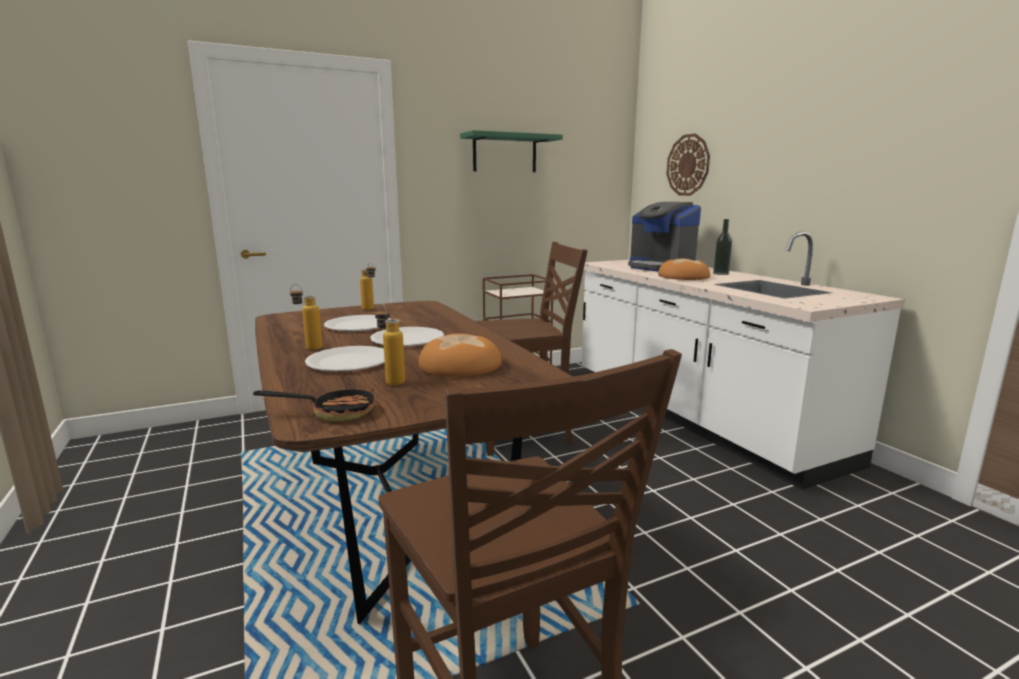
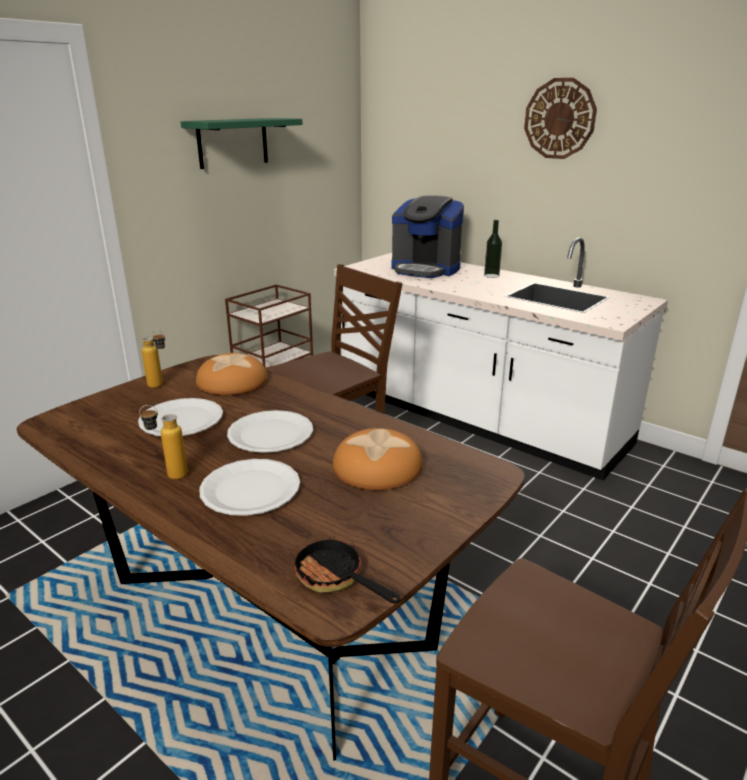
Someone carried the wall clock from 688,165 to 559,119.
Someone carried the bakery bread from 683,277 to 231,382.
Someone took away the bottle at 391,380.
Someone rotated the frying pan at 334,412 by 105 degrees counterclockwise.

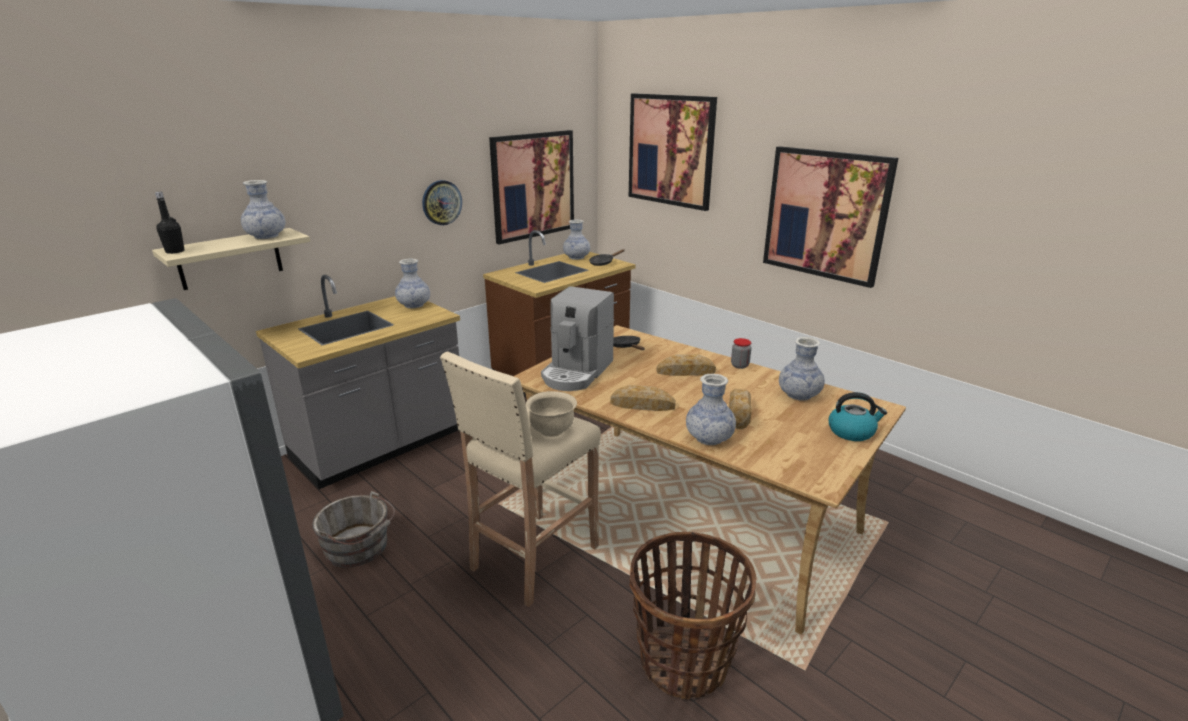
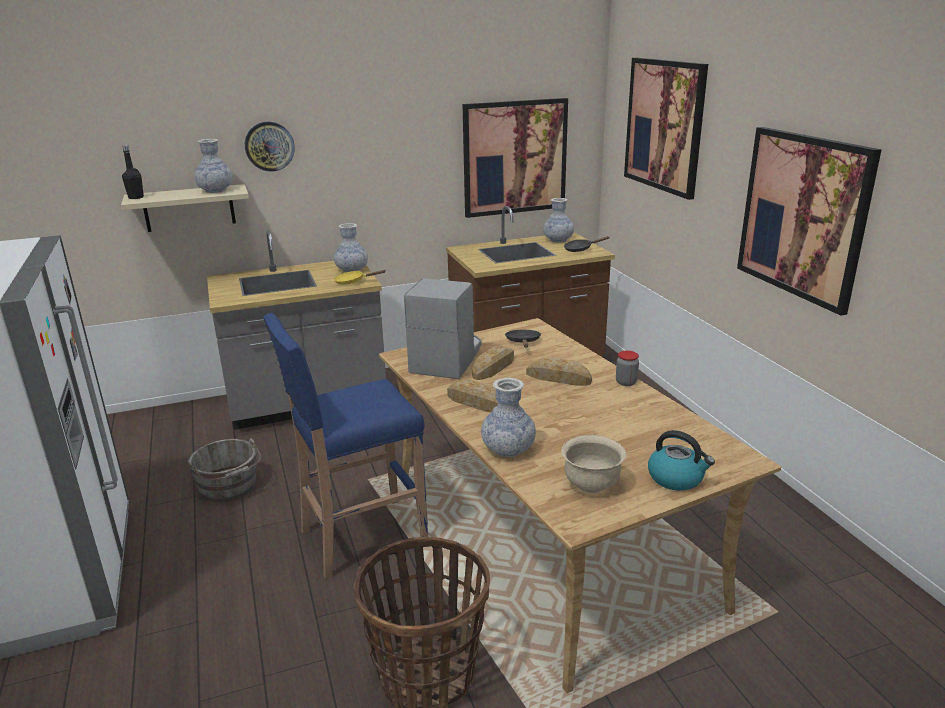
Someone carried the wall clock from 441,202 to 269,146.
Someone rotated the coffee brewer at 576,372 by 150 degrees clockwise.
Someone took away the decorative vase at 799,395.
Someone repainted the sitting stool/beige at 532,559, which became the sitting stool/bluish at 360,538.
Someone carried the bakery bread from 739,412 to 494,367.
Someone carried the deep dish/beige from 552,430 to 591,484.
Someone put down the frying pan/yellow at 353,282.

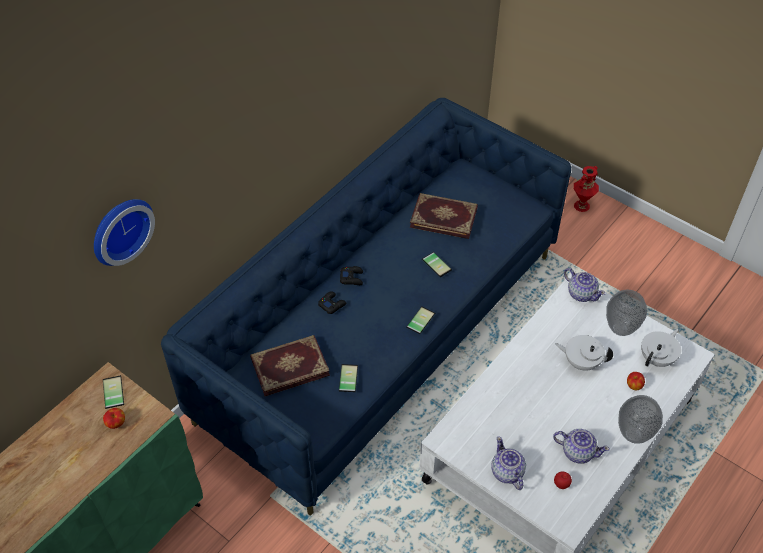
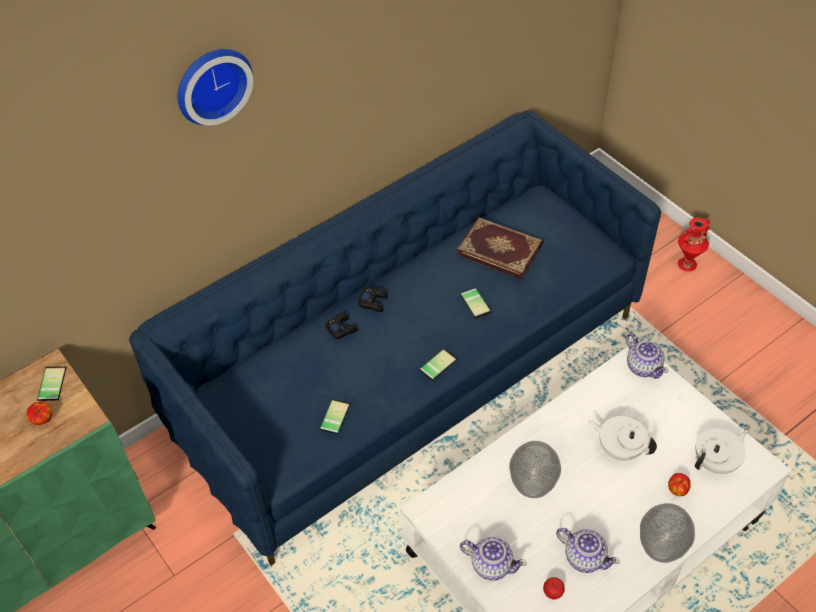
Someone carried the wall clock from 119,229 to 211,83.
Someone carried the decorative vase from 619,329 to 531,487.
Someone took away the book at 289,366.
Someone rotated the teapot at 507,472 by 120 degrees clockwise.

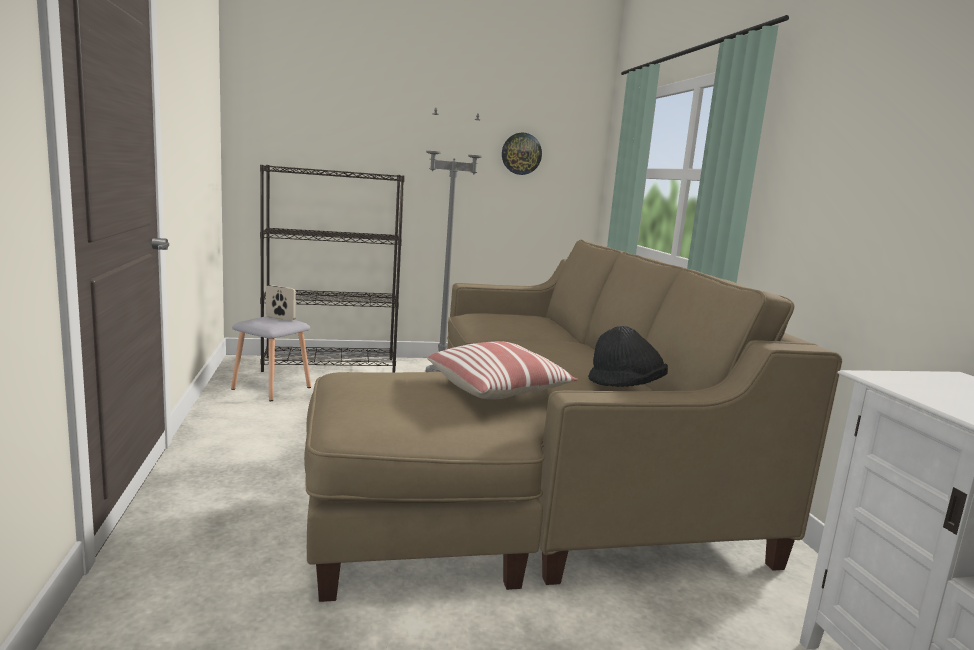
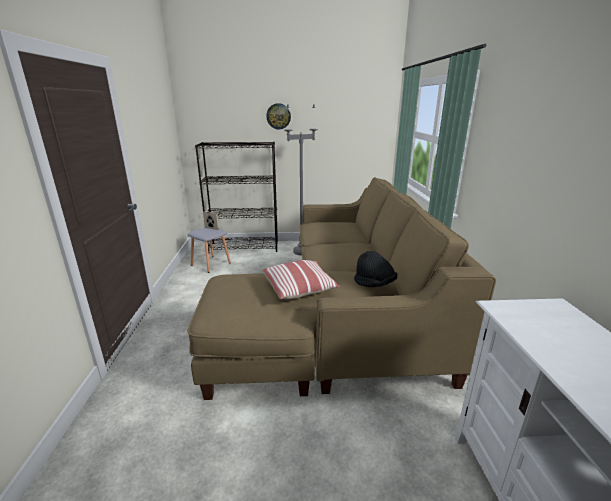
Someone carried the wall clock from 521,153 to 278,116.

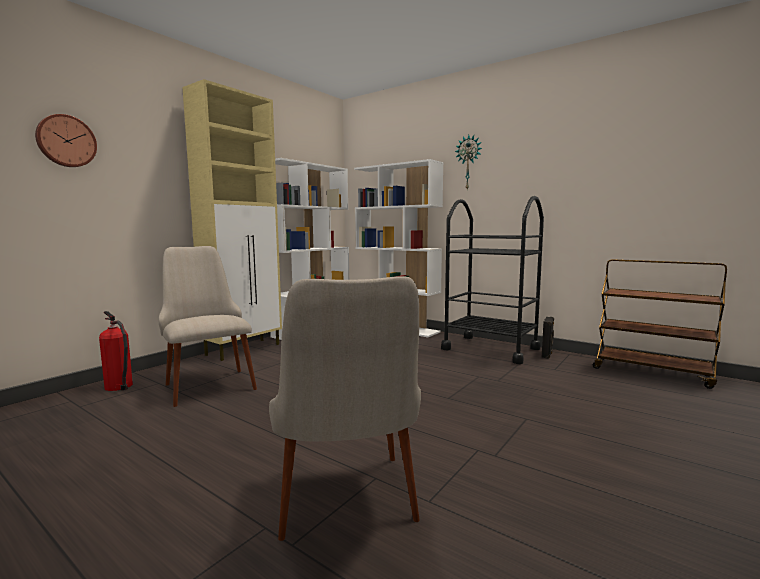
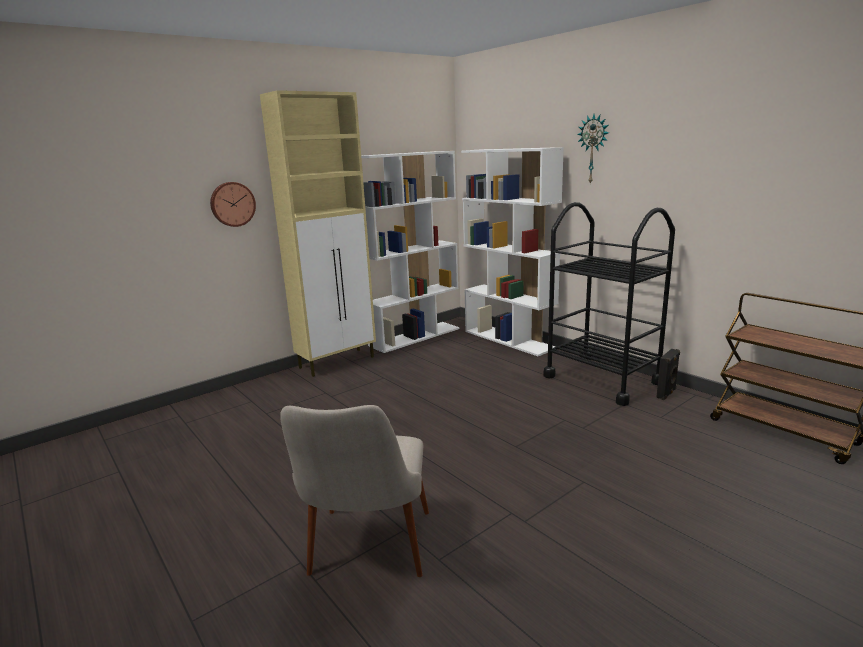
Someone carried the wall clock from 66,141 to 232,204.
Someone took away the plain chair/beige at 207,382.
Someone took away the fire extinguisher at 120,386.

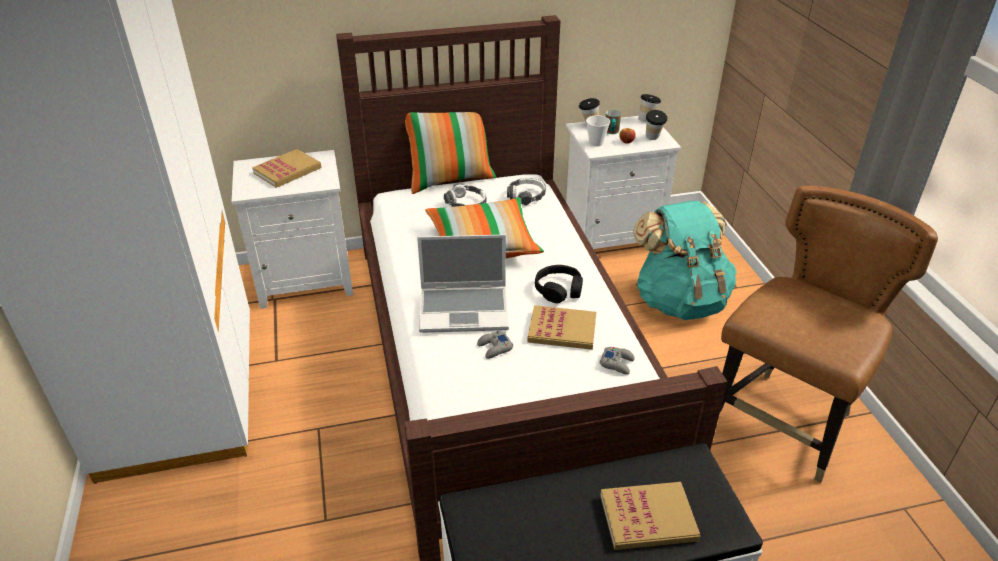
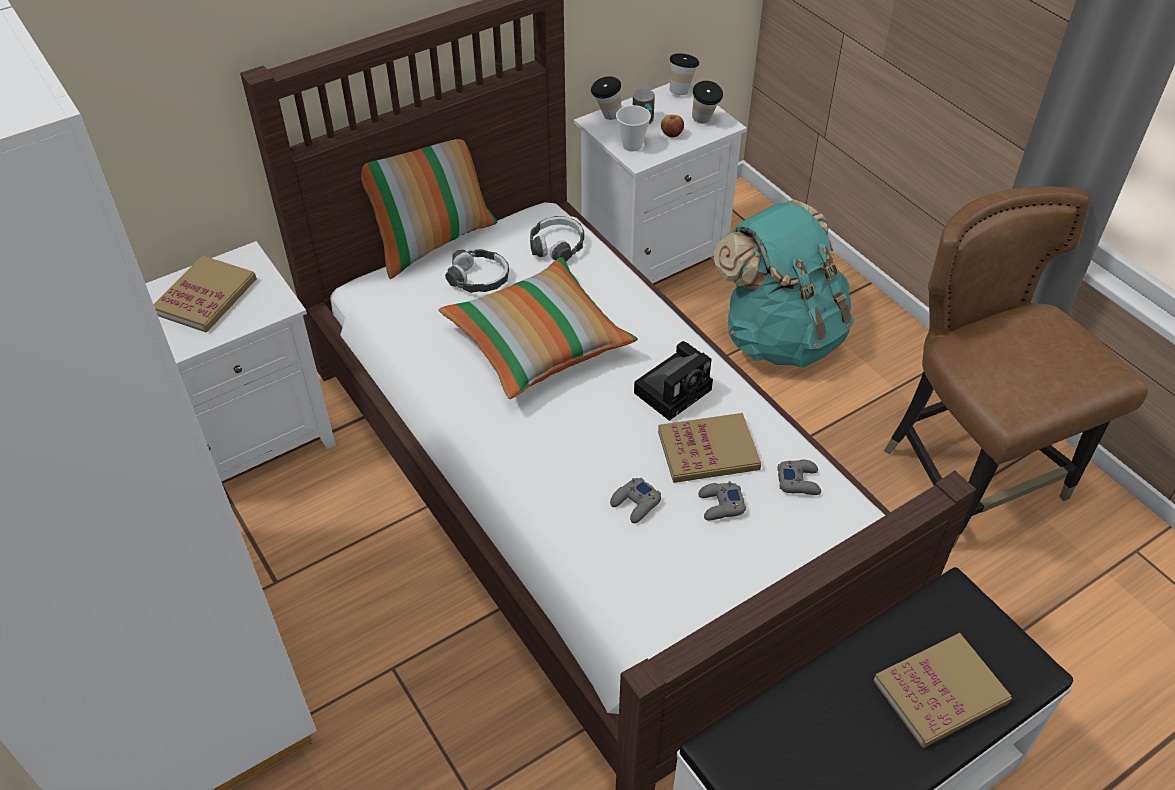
Someone rotated the plain chair/brownish at 784,423 by 45 degrees counterclockwise.
Someone took away the portable computer at 465,309.
Someone swapped the pair of headphones/blackish at 559,290 for the still camera at 674,389.
Someone put down the game controller/grey at 720,505.

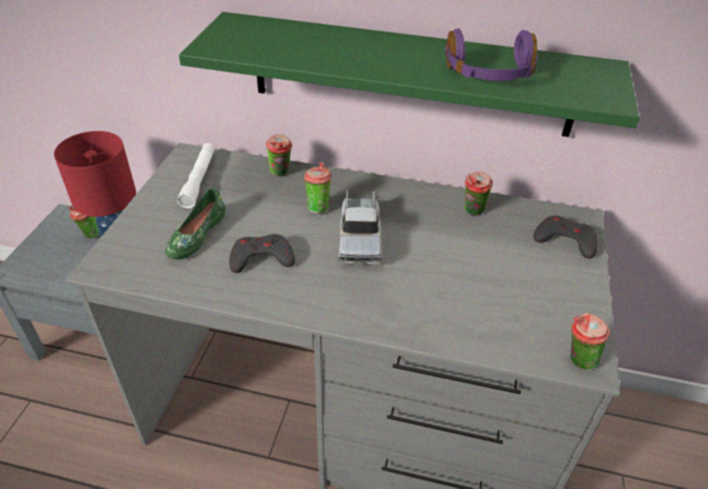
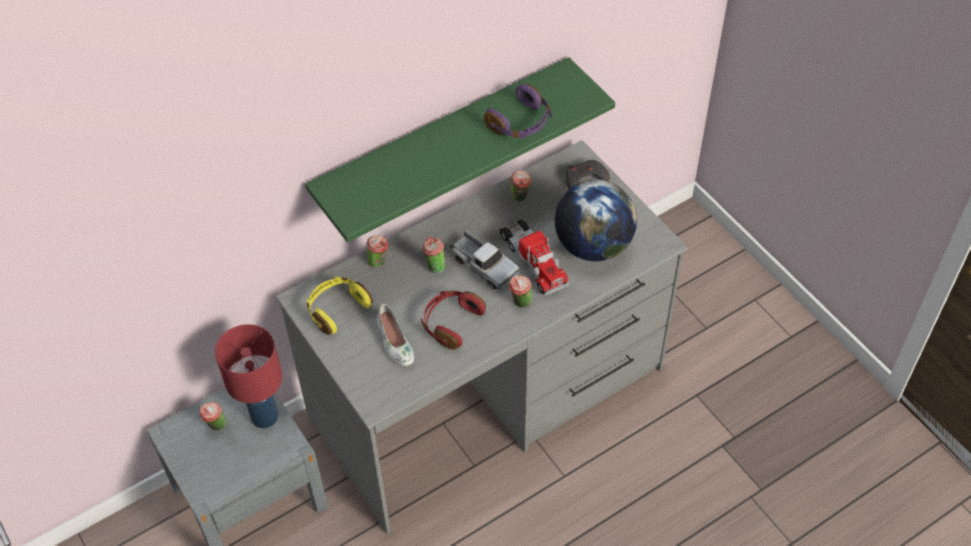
Someone swapped the torch/white at 199,180 for the pair of headphones/yellow at 337,309.
Someone repainted the item of footwear/green at 196,234, which became the item of footwear/white at 394,342.
Someone swapped the game controller/grey at 261,258 for the pair of headphones/reddish at 451,323.
Someone carried the cup from 577,360 to 520,303.
Someone put down the desk globe at 592,246.
Someone put down the model truck at 532,260.

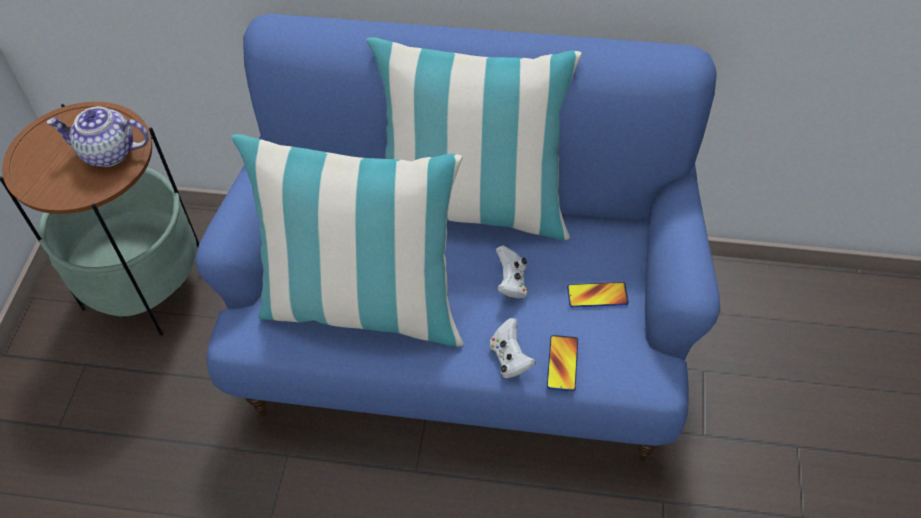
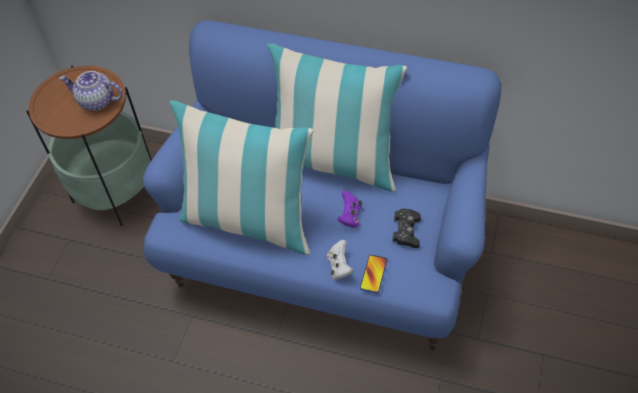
Someone repainted the game controller/white at 511,283, which became the game controller/purple at 350,216.
Someone swapped the telephone at 597,295 for the game controller/blackish at 406,231.

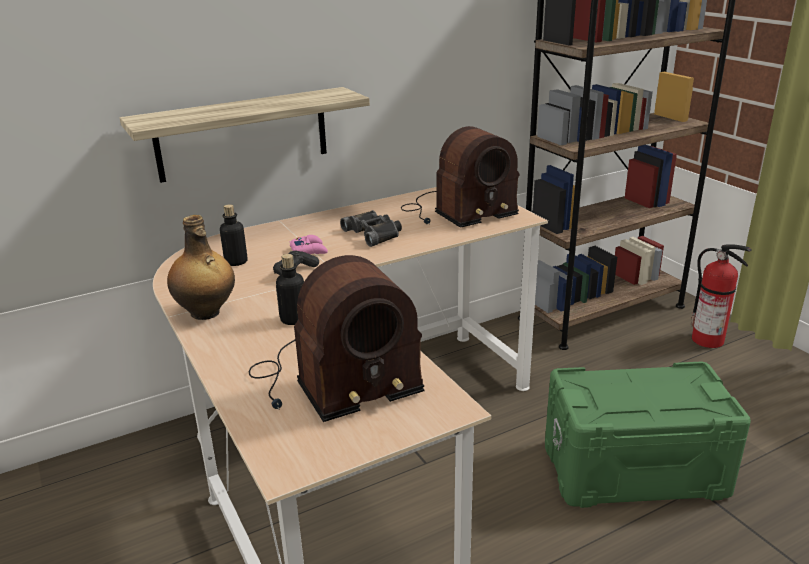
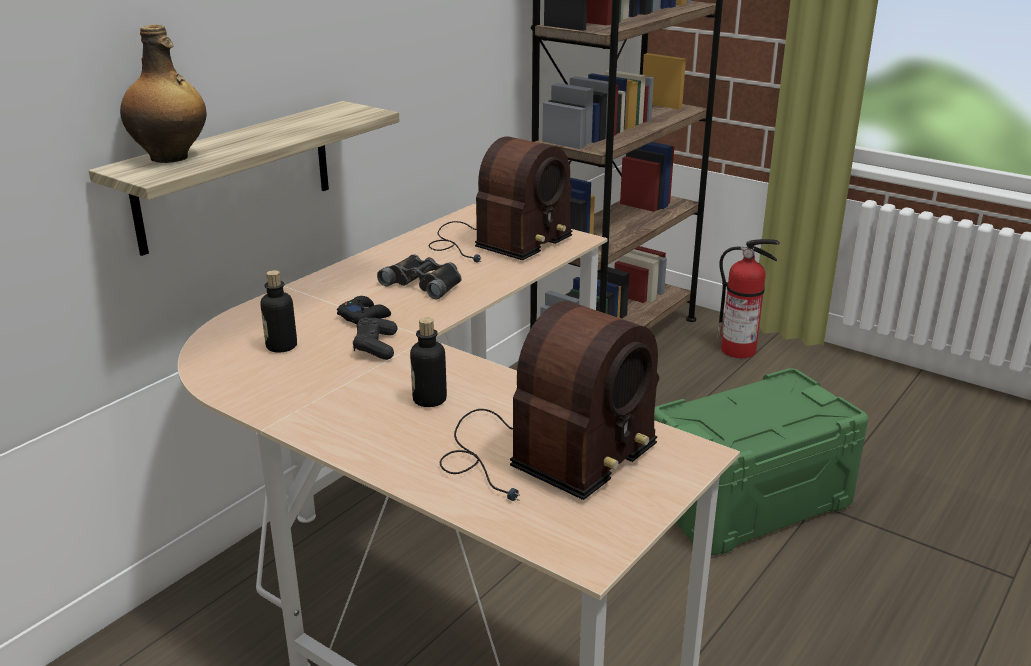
Someone carried the bottle from 206,313 to 170,157.
Someone repainted the game controller/pink-coloured at 309,250, which became the game controller/blackish at 364,316.

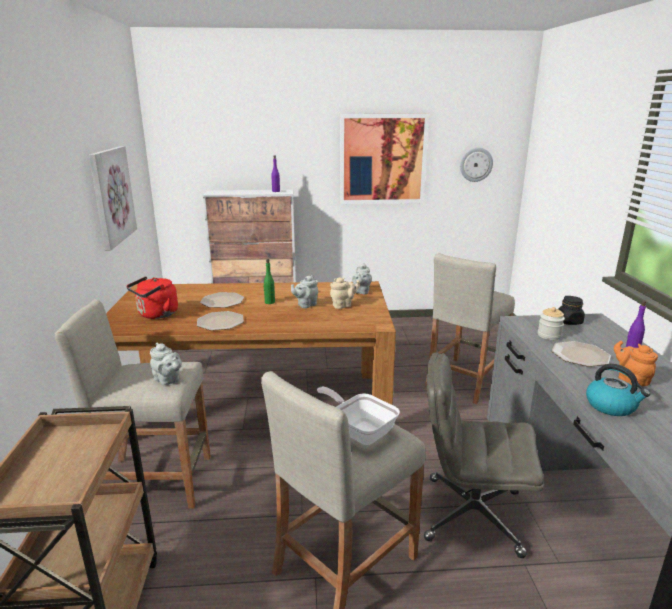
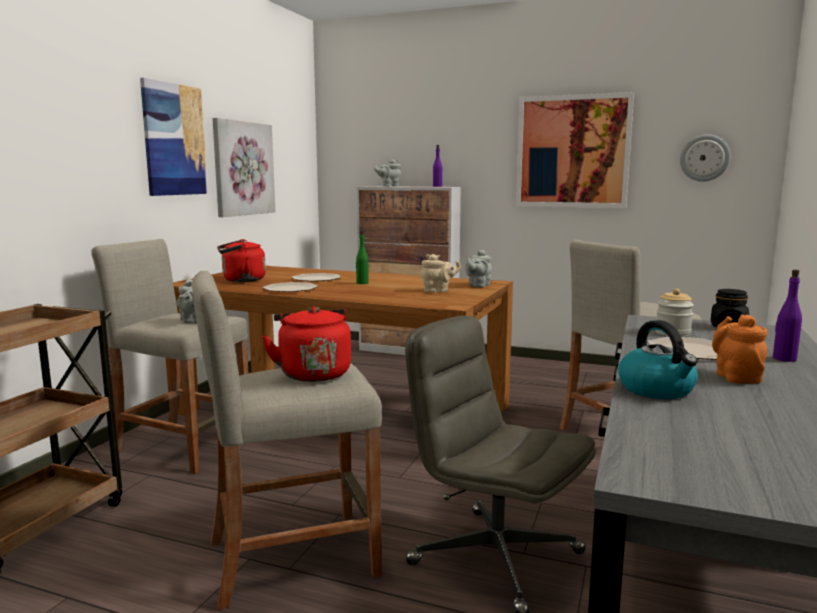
Someone carried the teapot/grey from 305,305 to 389,186.
Someone swapped the frying pan at 360,431 for the water kettle/reddish at 313,373.
Someone put up the wall picture at 174,140.

